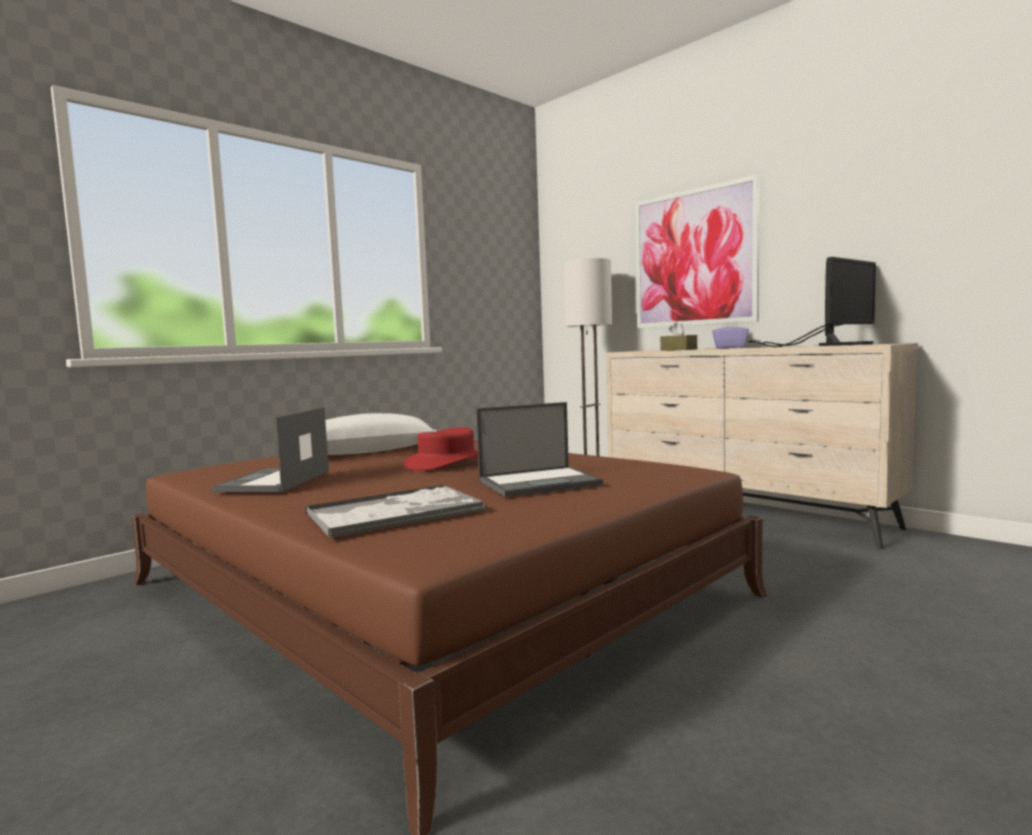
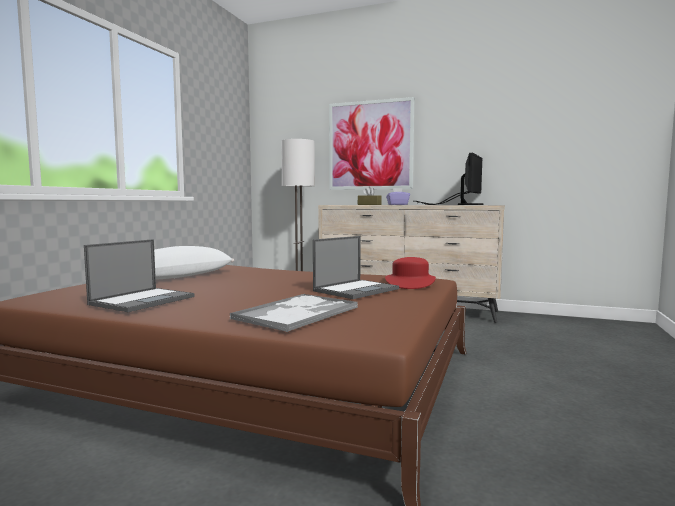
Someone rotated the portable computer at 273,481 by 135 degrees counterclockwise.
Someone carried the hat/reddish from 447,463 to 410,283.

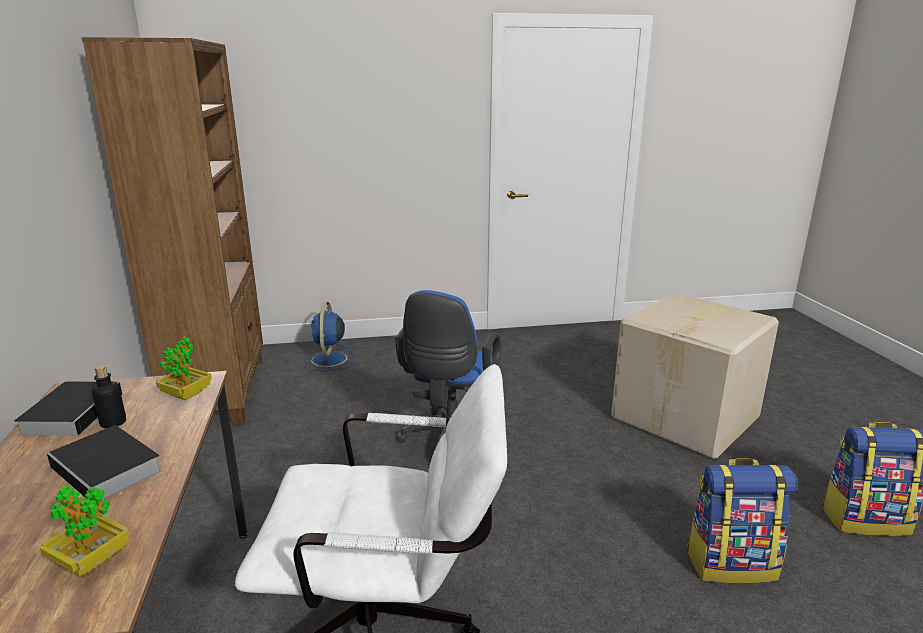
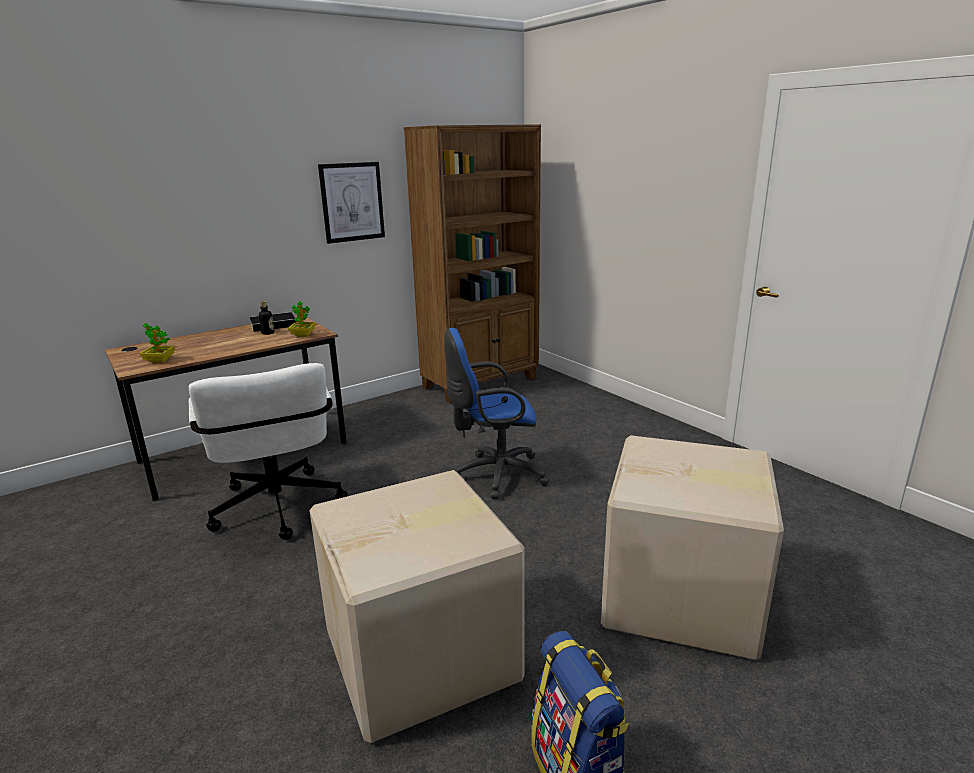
Someone took away the fan/bluish at 329,360.
Someone took away the book at 109,470.
Someone swapped the rucksack at 731,563 for the carton at 424,655.
Someone put up the wall picture at 352,202.

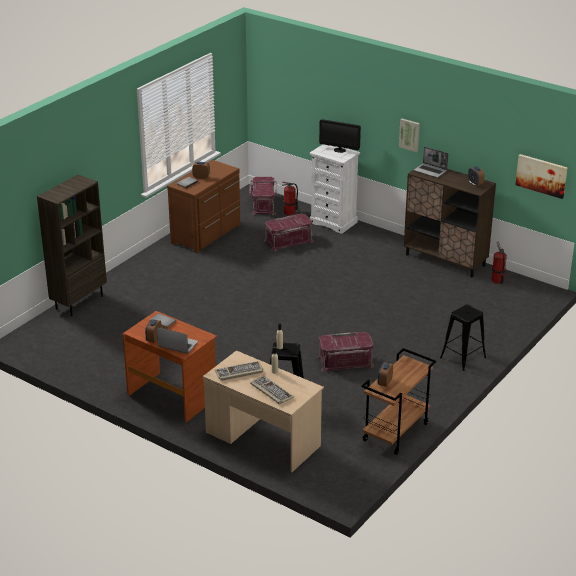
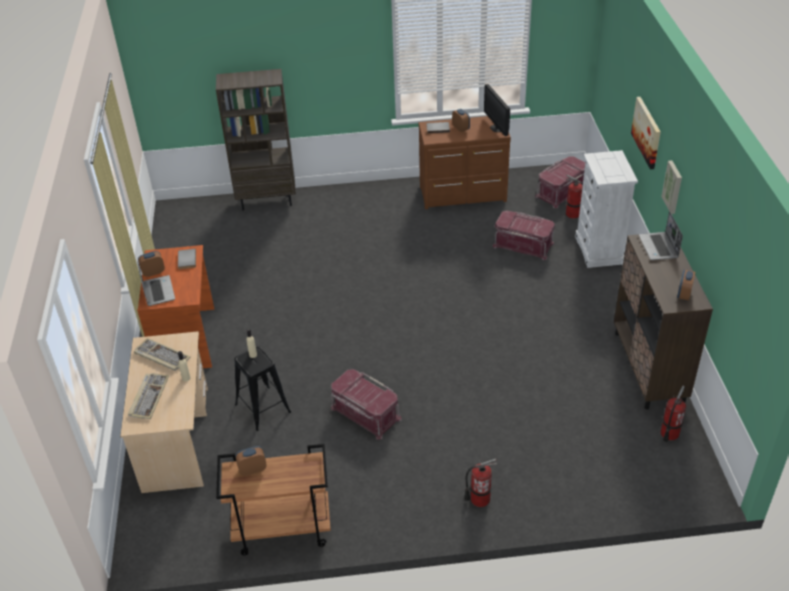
Someone carried the monitor from 339,150 to 497,128.
Someone carried the wall picture from 541,175 to 647,132.
Someone swapped the sitting stool/blackish at 463,357 for the fire extinguisher at 480,499.

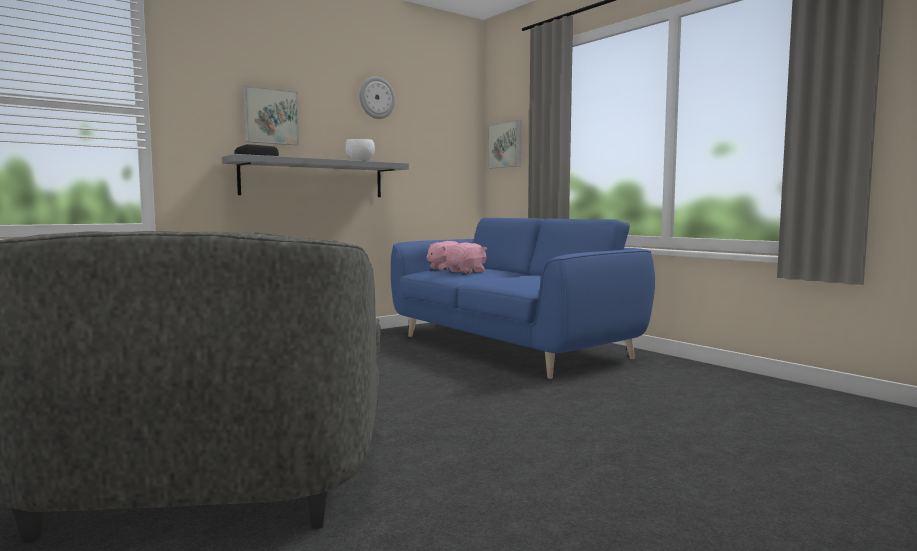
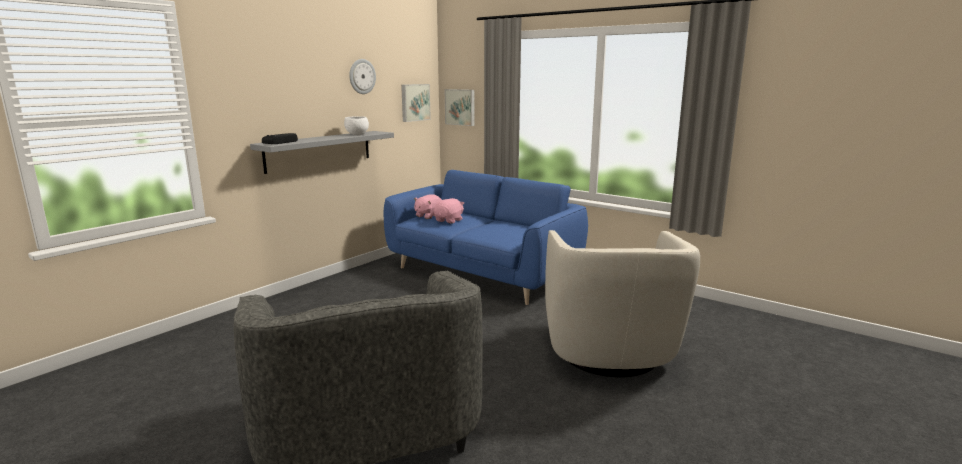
Someone carried the wall picture from 270,116 to 414,102.
Someone put down the armchair/beige at 608,353.

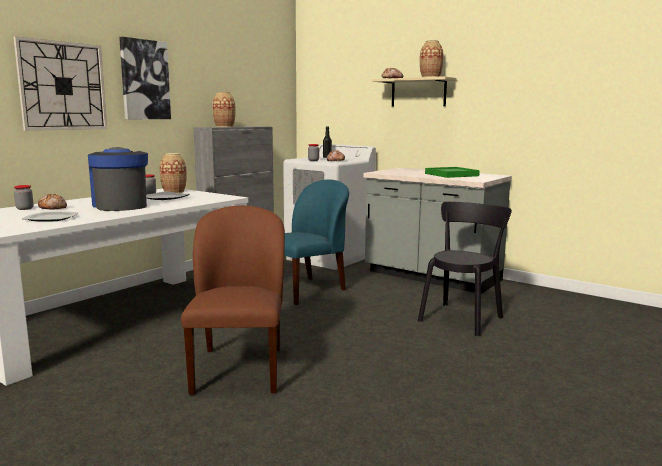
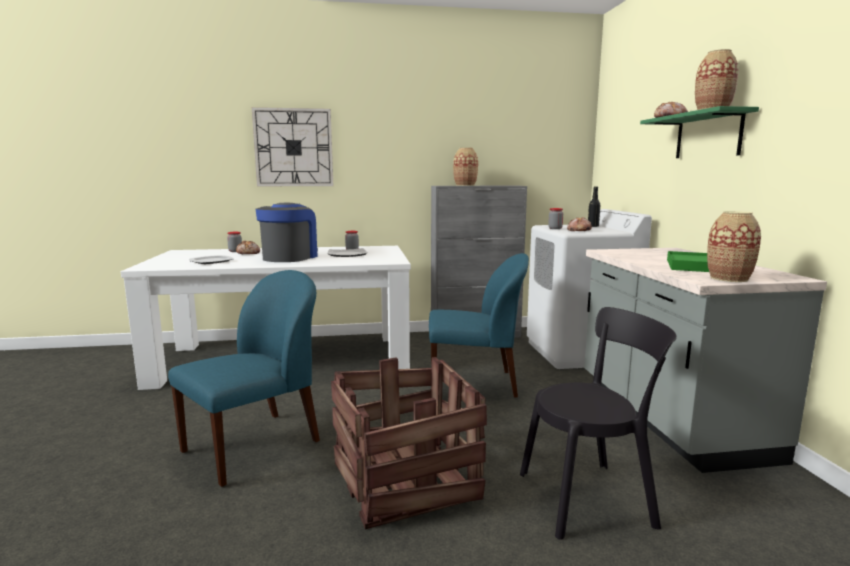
Someone took away the wall picture at 144,80.
Someone repainted the bracket shelf/beige at 418,92, which became the bracket shelf/green at 708,136.
Someone carried the decorative vase from 174,192 to 729,278.
Someone repainted the plain chair/brownish at 239,369, which became the plain chair/bluish at 254,445.
Someone put down the packing crate at 405,481.

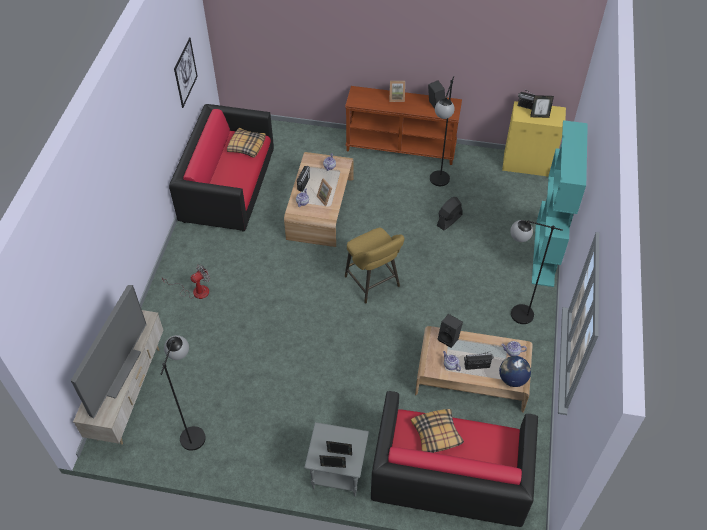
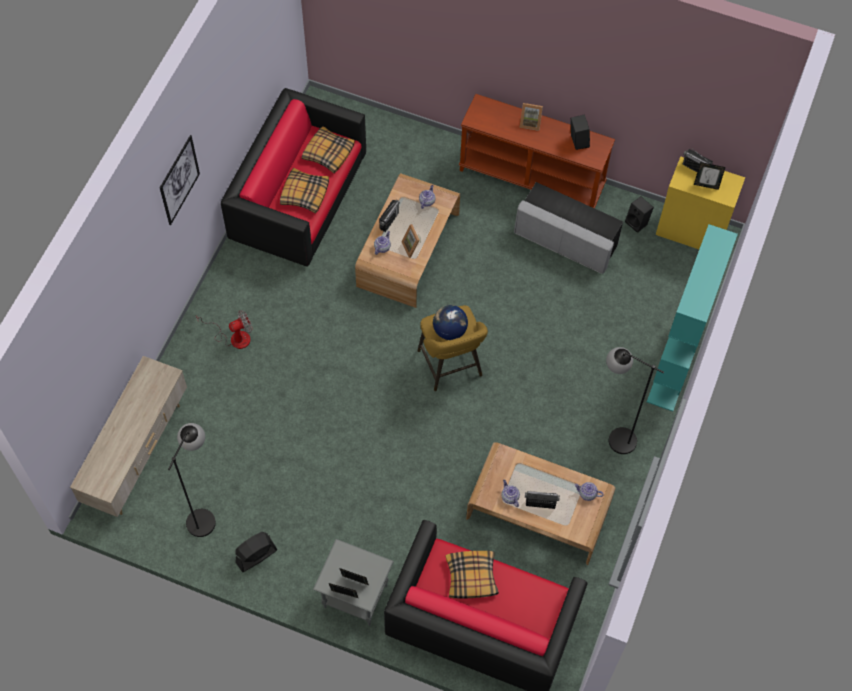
Someone carried the wall picture from 185,72 to 179,180.
Someone swapped the standing lamp/blackish at 438,184 for the ottoman/grey at 566,240.
Someone carried the fan/blackish from 449,220 to 256,556.
Someone took away the TV at 116,370.
Someone carried the loudspeaker/blackish from 449,338 to 637,222.
Someone carried the desk globe from 512,379 to 449,330.
Someone put down the cushion at 304,194.

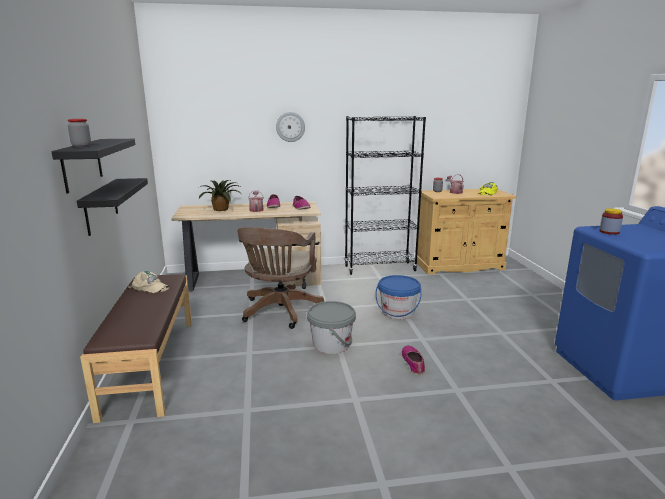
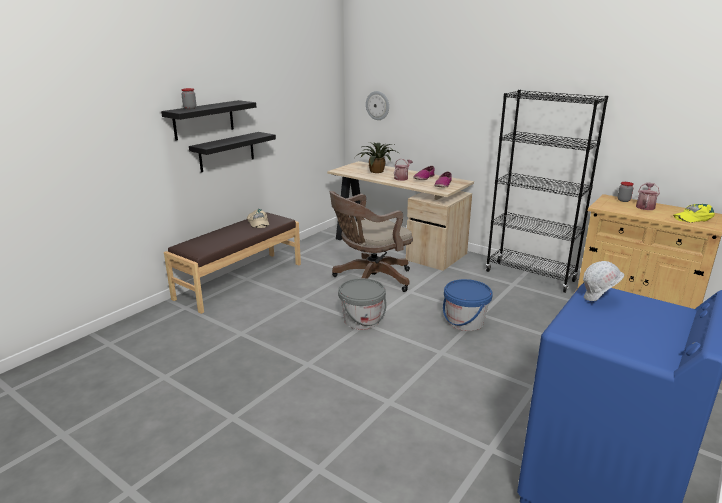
Someone carried the wall clock from 290,127 to 378,105.
Someone swapped the preserve jar at 609,232 for the safety helmet/white at 599,299.
Someone took away the item of footwear at 413,363.

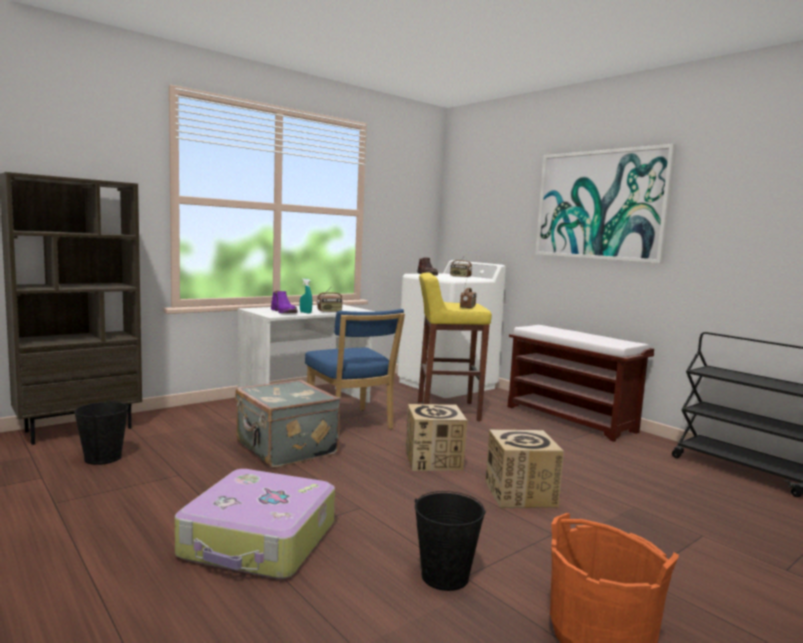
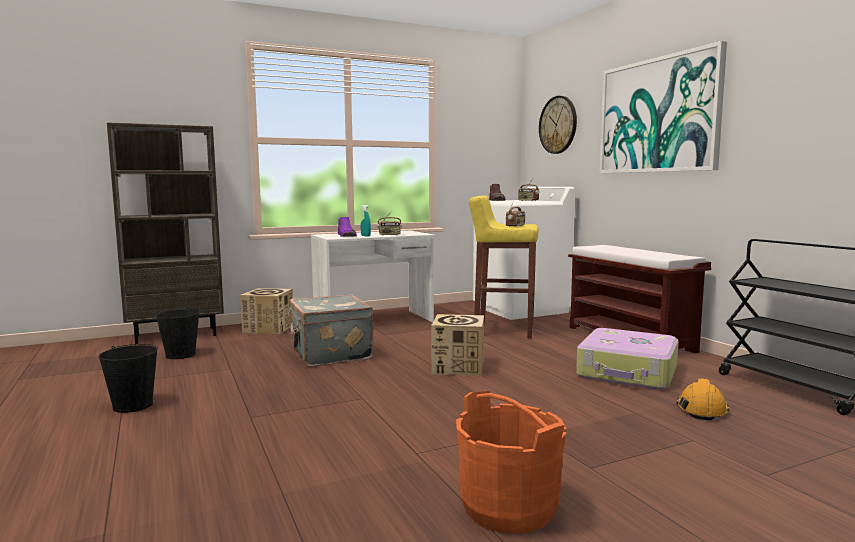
Someone took away the plain chair/bluish at 351,424.
Someone carried the carton from 520,494 to 268,329.
Someone carried the travel case from 259,541 to 628,372.
Someone carried the water bucket/blackish from 445,576 to 132,405.
Someone put up the wall clock at 558,125.
Someone put down the safety helmet/orangey at 701,409.

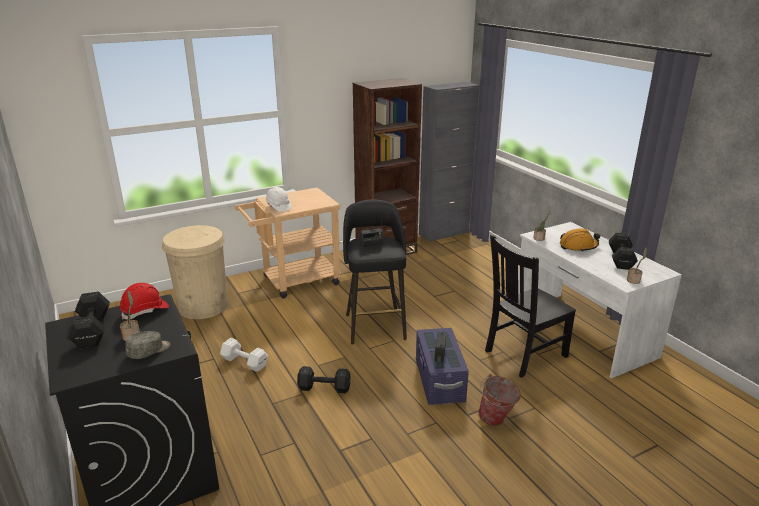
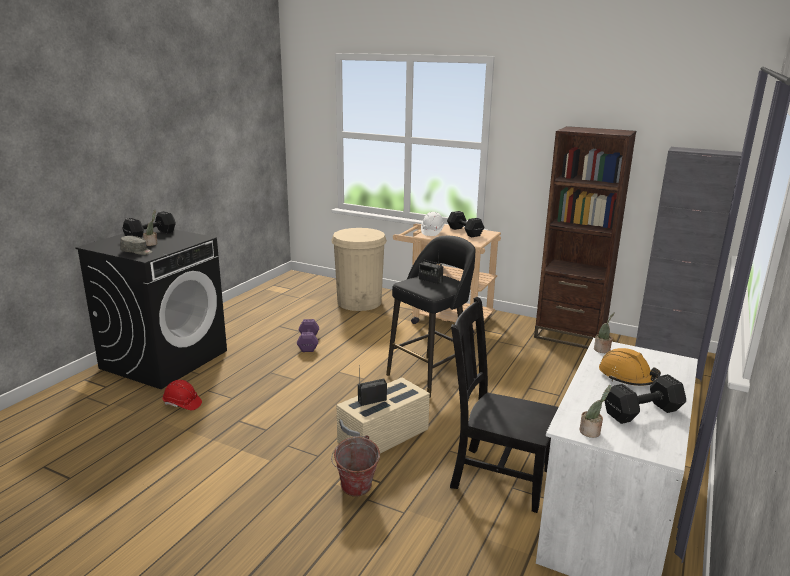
Someone carried the safety helmet/reddish from 145,311 to 182,404.
Someone repainted the storage container/purple at 439,381, which became the storage container/beige at 383,437.
Someone repainted the free weight/white at 244,362, which became the free weight/purple at 309,342.
Someone carried the free weight/blackish from 323,387 to 464,231.

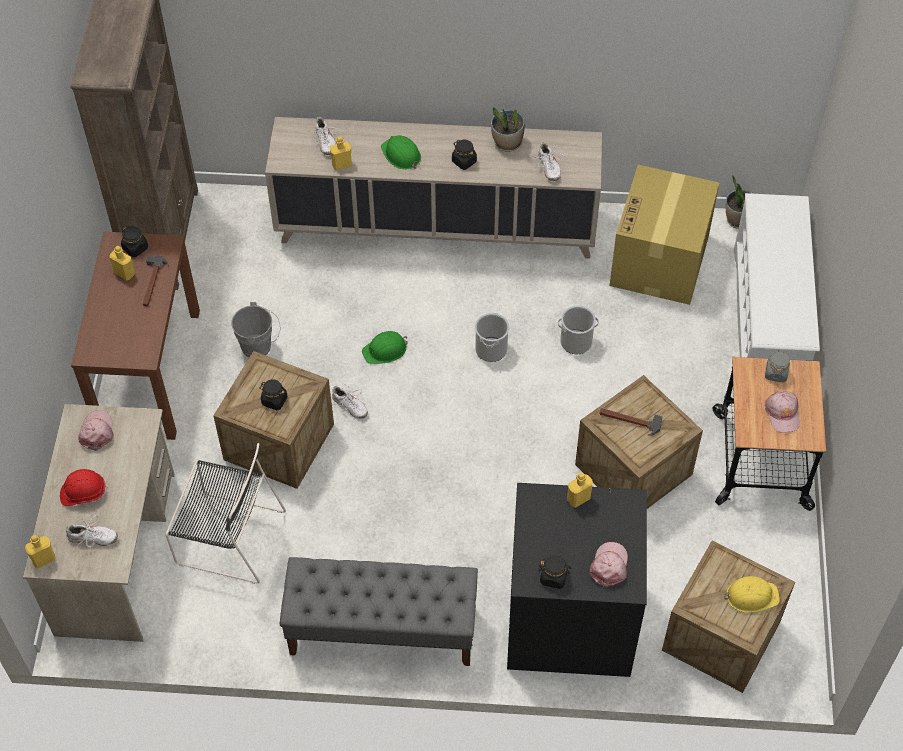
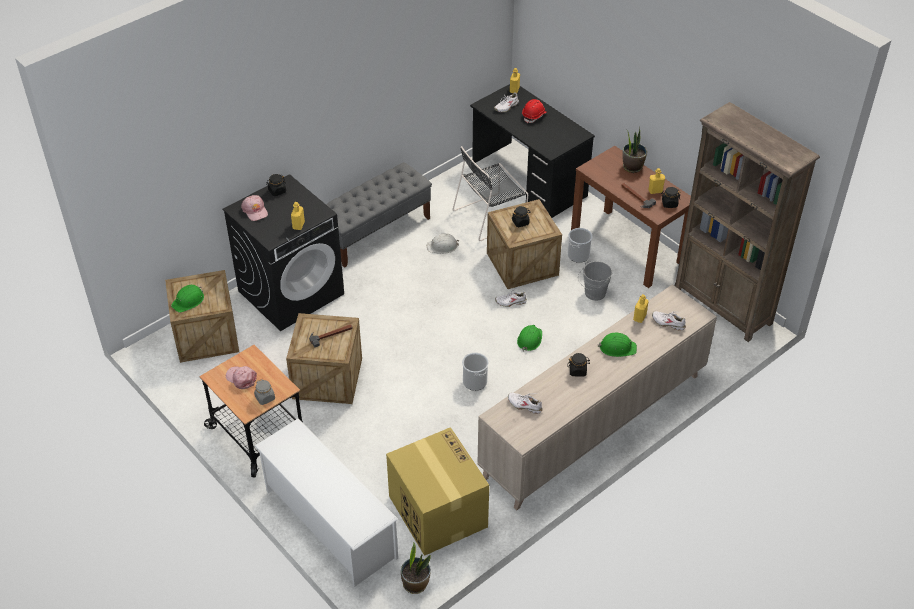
Someone carried the plant in a pot from 507,143 to 632,167.
Someone carried the water bucket from 576,342 to 578,255.
Someone repainted the desk/beige at 117,553, which became the desk/blackish at 529,180.
Someone took away the cap/pink-coloured at 97,432.
Someone repainted the safety helmet/yellow at 751,596, which became the safety helmet/green at 188,301.
Someone put down the safety helmet/white at 442,246.

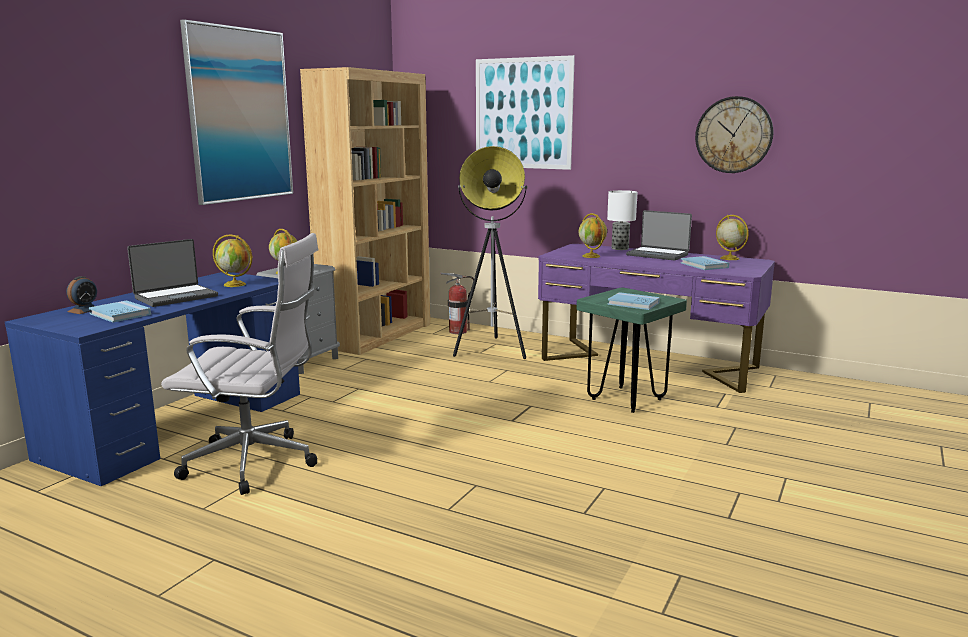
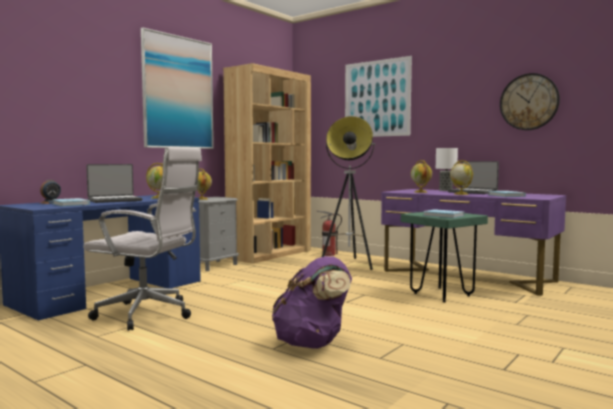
Someone carried the desk globe from 729,258 to 460,194.
Someone put down the rucksack/purple at 312,343.

